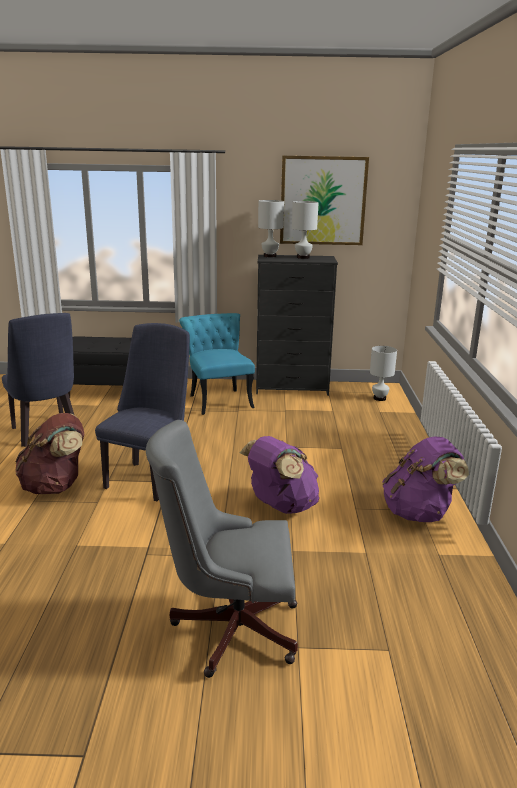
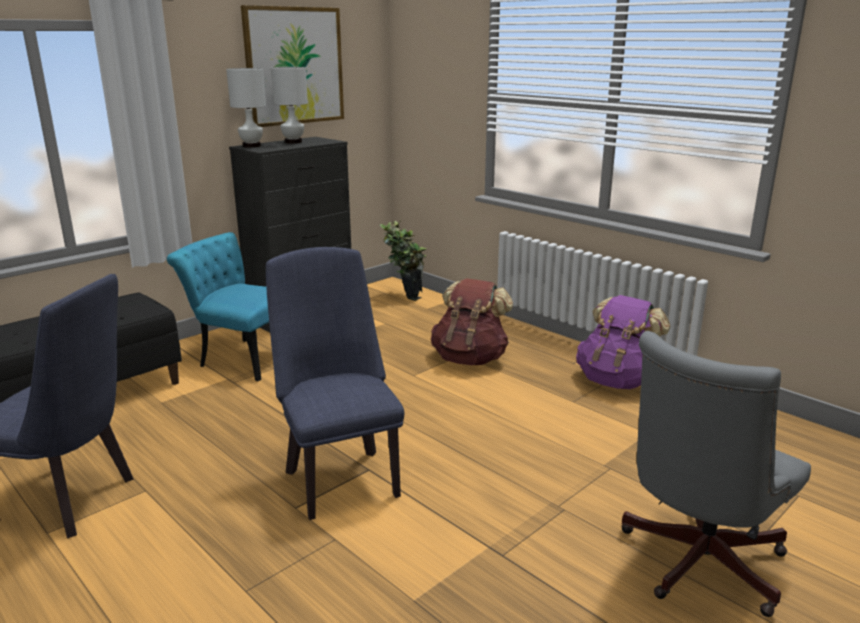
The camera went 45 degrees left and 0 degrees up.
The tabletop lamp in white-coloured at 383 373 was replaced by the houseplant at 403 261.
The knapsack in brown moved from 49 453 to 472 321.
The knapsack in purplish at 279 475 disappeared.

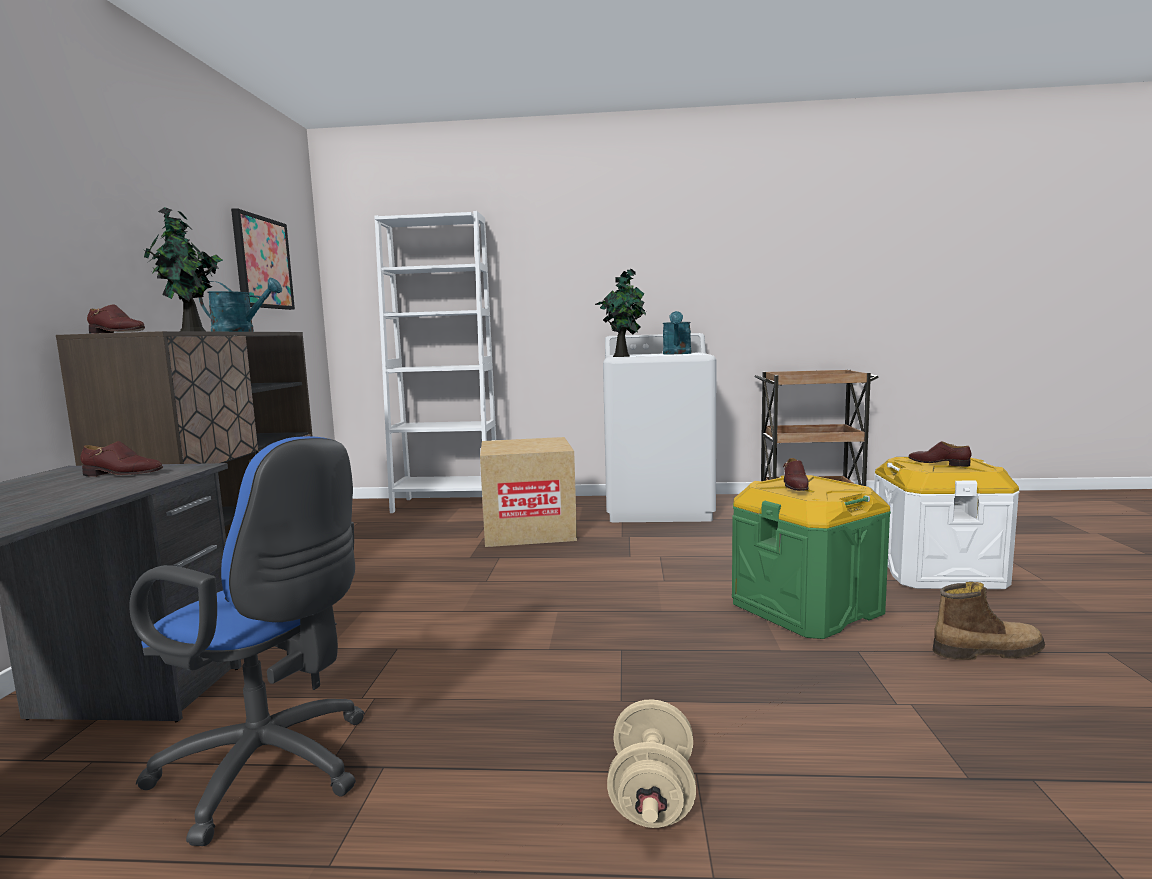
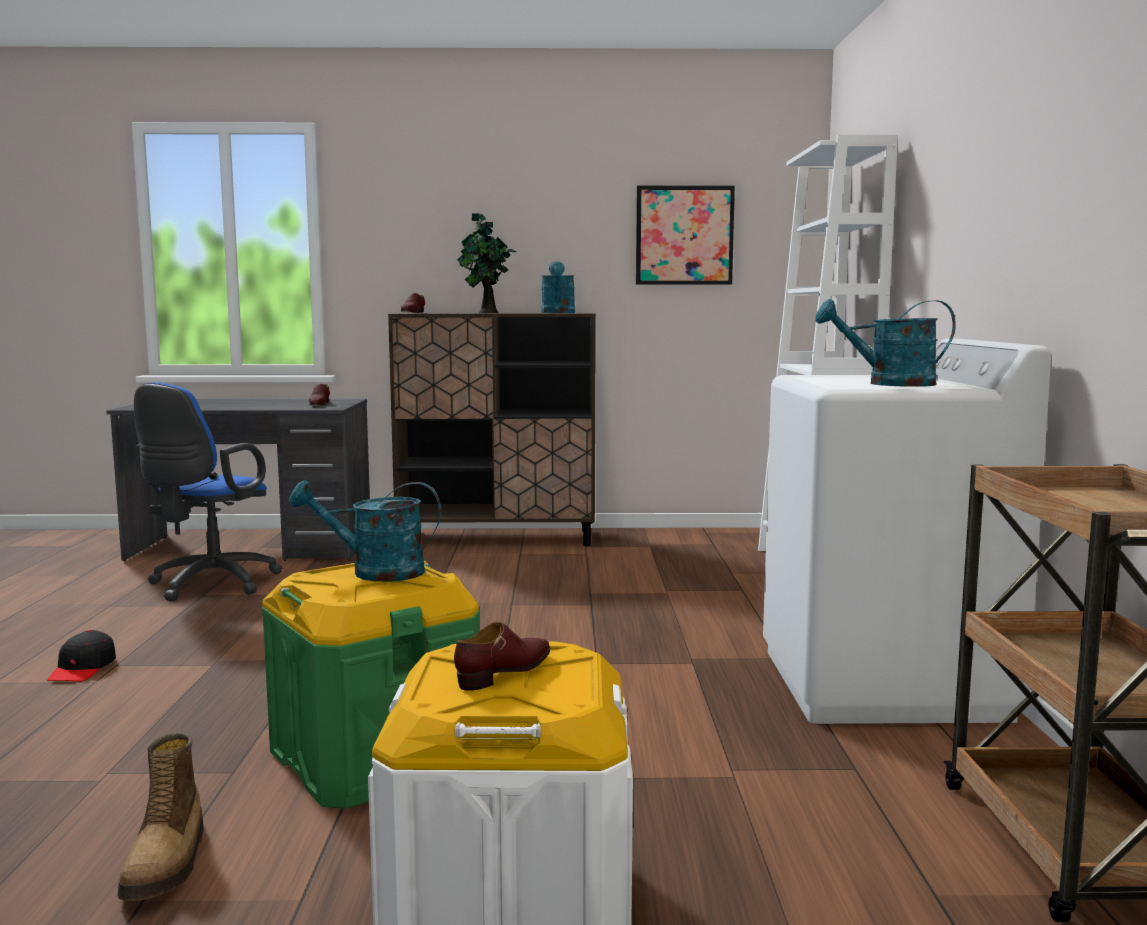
The camera went 85 degrees right and 0 degrees up.
The hand weight in beige-coloured at 651 763 was replaced by the peaked cap in black at 81 656.
The shoe in brown at 796 474 was replaced by the watering pot in turquoise-coloured at 365 531.
The packing box at 528 492 disappeared.
The houseplant at 620 312 disappeared.

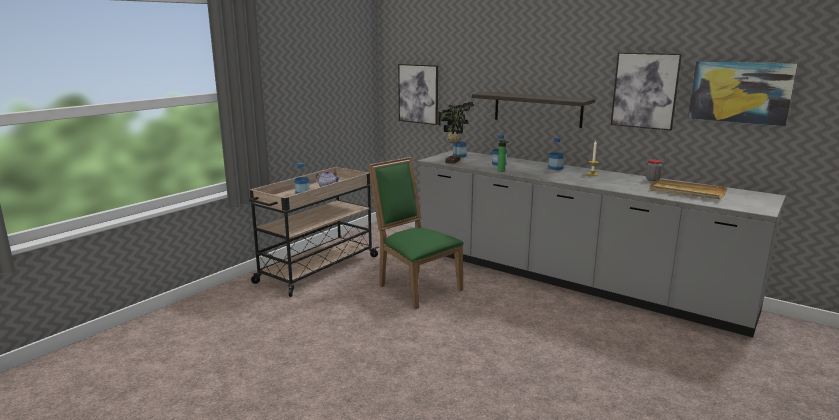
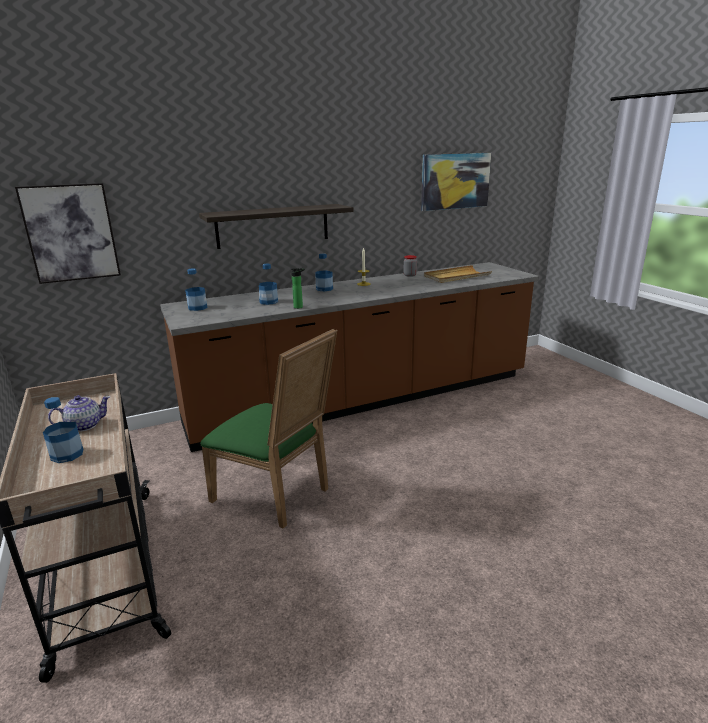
The camera went 60 degrees left and 5 degrees up.
The kitchen base unit in gray at 601 243 became the kitchen base unit in brown at 349 357.
The plain chair in green at 416 233 turned 135 degrees counterclockwise.
The houseplant at 456 133 disappeared.
The wall art at 646 91 disappeared.

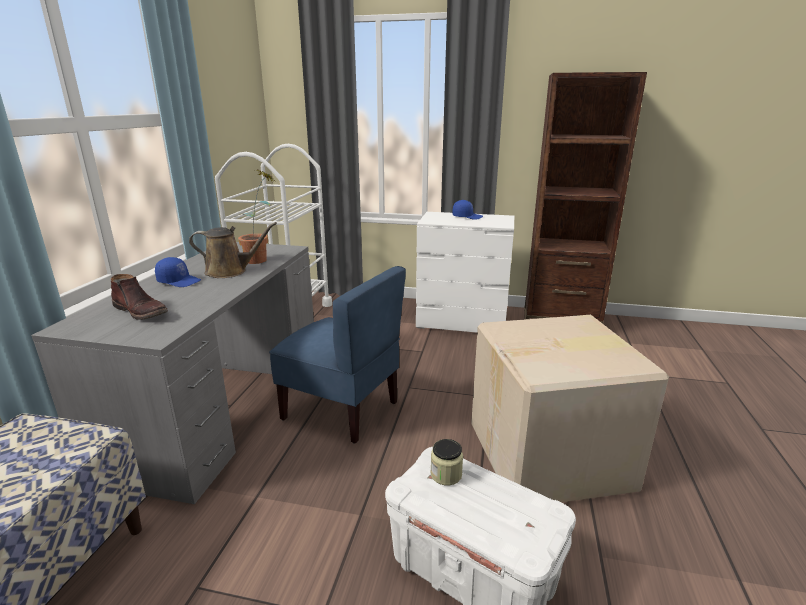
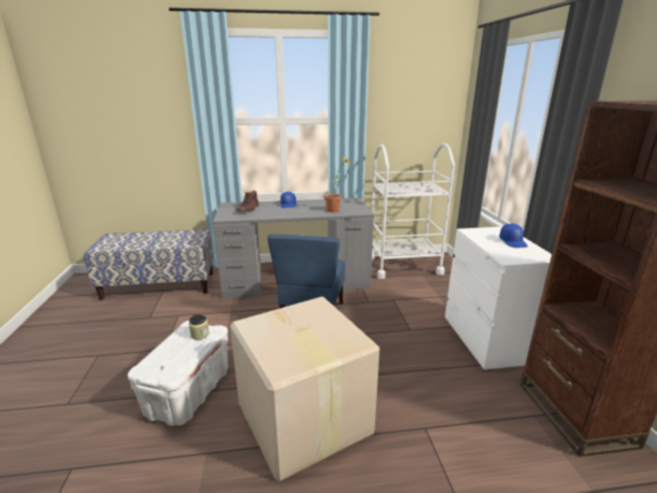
The camera went 70 degrees right and 0 degrees up.
The watering pot in brown at 233 250 disappeared.

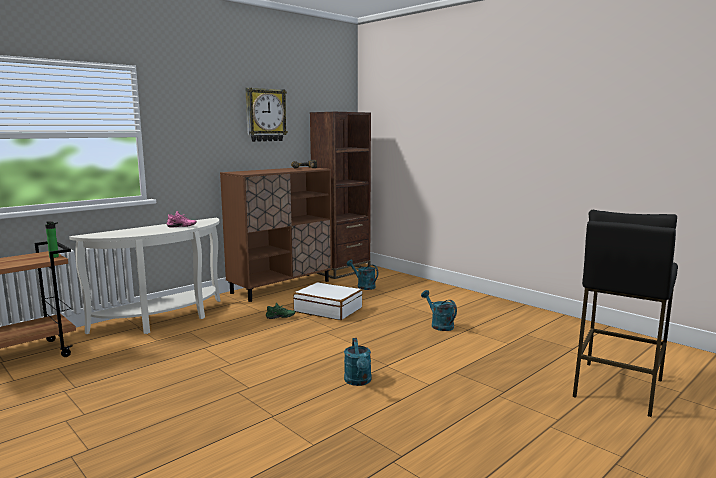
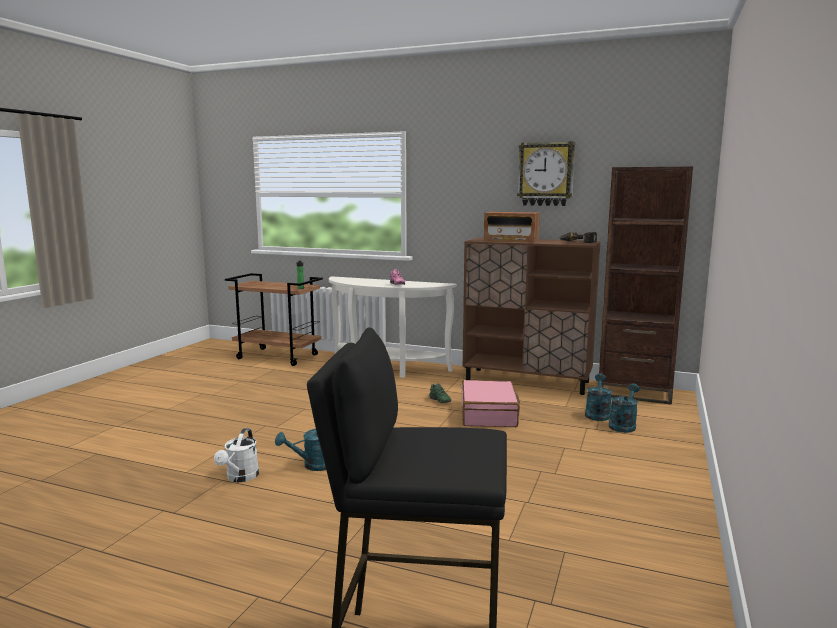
The camera went 65 degrees right and 0 degrees up.
The watering pot in white-coloured at 236 455 appeared.
The travel case in white-coloured at 328 301 became the travel case in pink-coloured at 490 403.
The radio receiver at 512 227 appeared.
The watering pot in turquoise-coloured moved from 439 310 to 624 408.

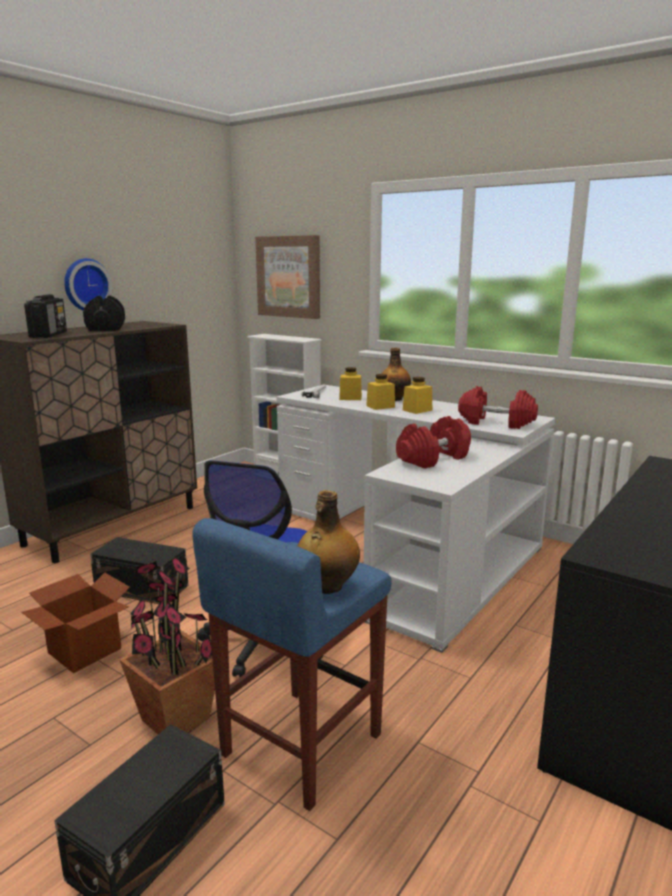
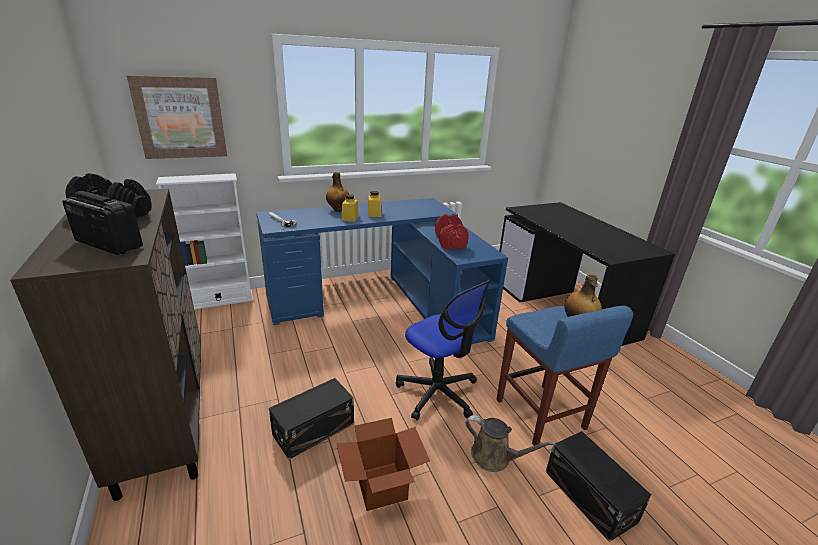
The camera went 60 degrees left and 10 degrees up.
The desk in white-coloured at 416 519 became the desk in blue-coloured at 382 271.
The houseplant at 167 644 was replaced by the watering pot in brown at 510 443.
The clock on the wall at 88 284 disappeared.
The preserve jar in yellow at 350 383 disappeared.
The hand weight in red-coloured at 498 407 disappeared.

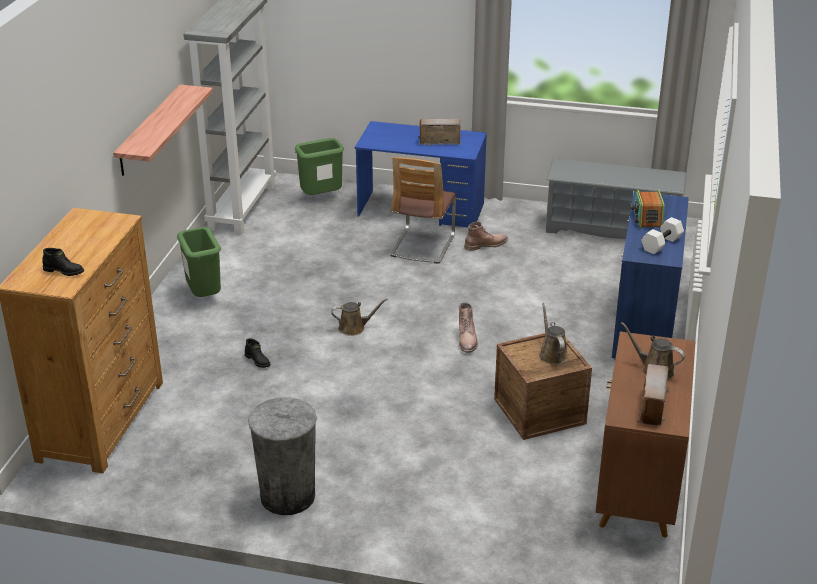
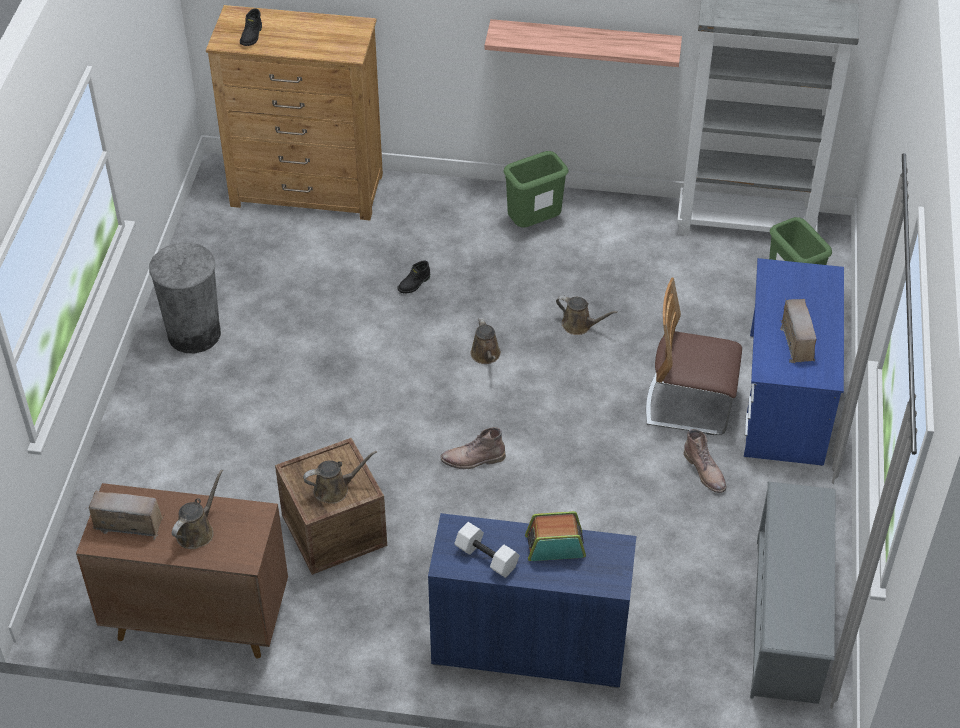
The camera went 85 degrees right and 15 degrees up.
The watering pot in brown at 587 315 appeared.

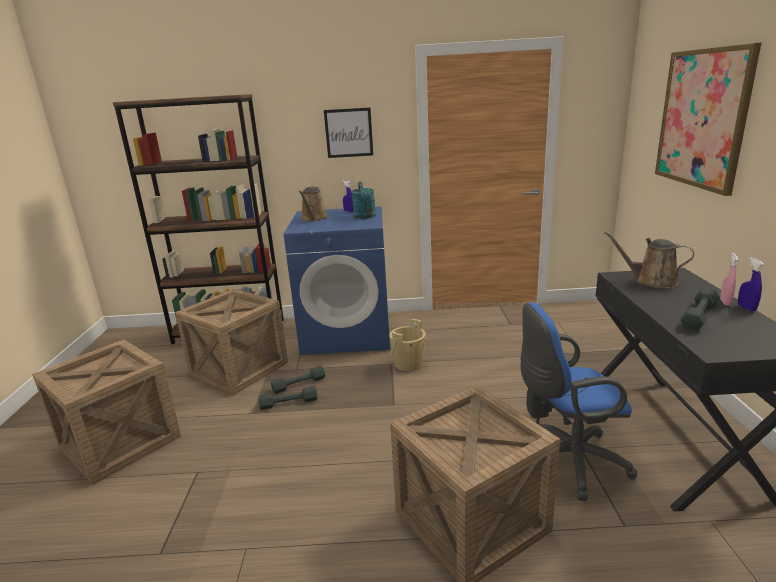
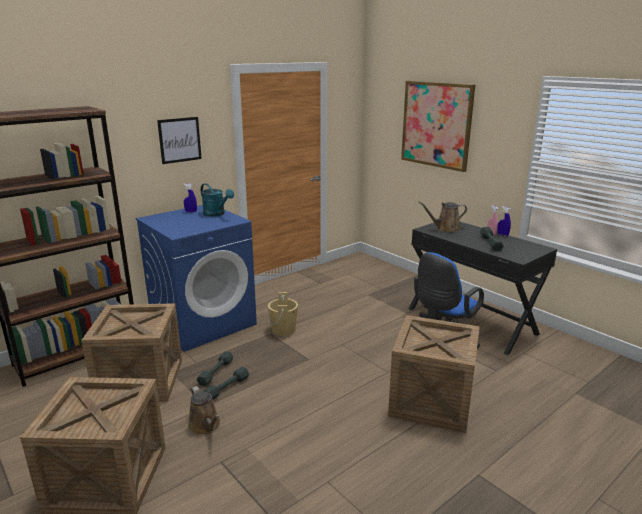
The camera went 40 degrees left and 0 degrees up.
The watering pot in brown moved from 313 204 to 204 410.

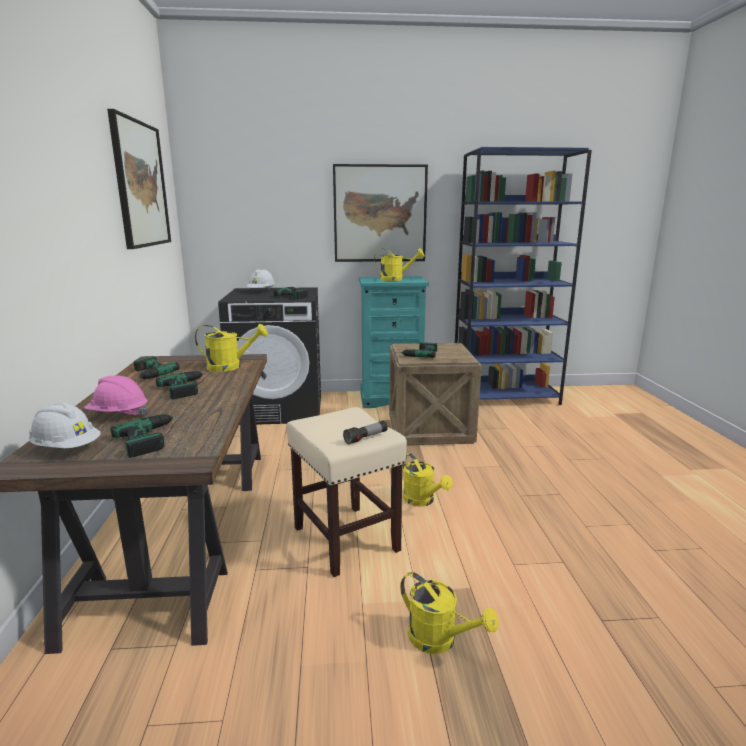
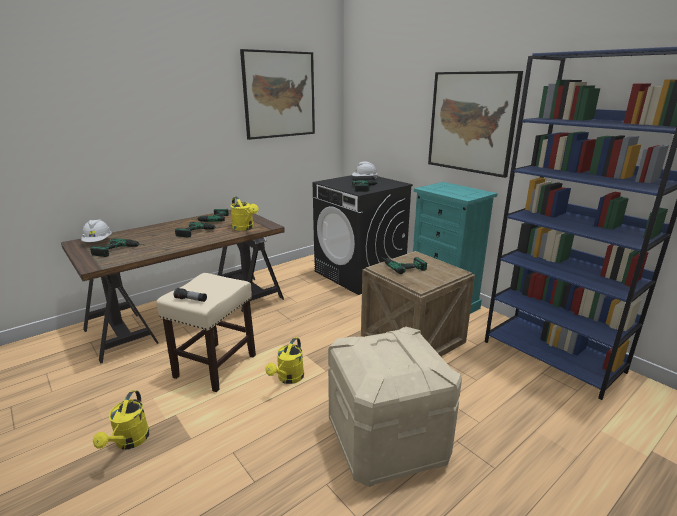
The camera went 55 degrees right and 5 degrees up.
The storage container in beige-coloured at 395 407 appeared.
The safety helmet in pink-coloured at 116 395 disappeared.
The watering pot in yellow at 399 264 disappeared.

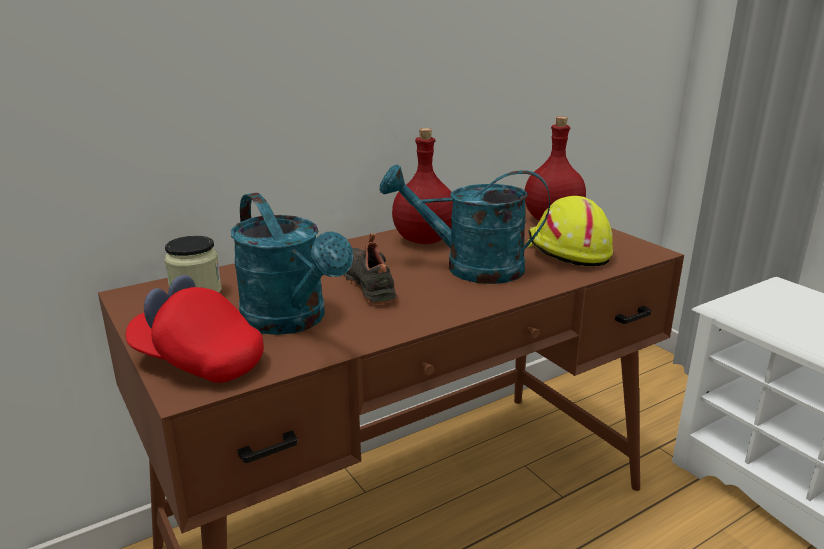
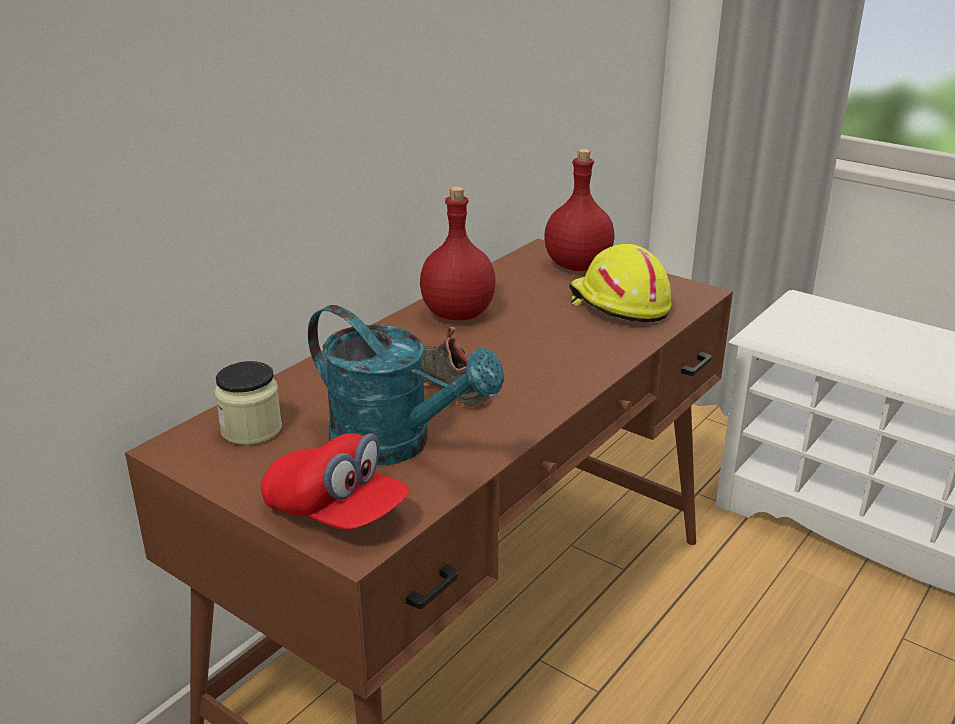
The camera went 20 degrees left and 5 degrees up.
The peaked cap in red-coloured at 194 329 turned 150 degrees counterclockwise.
The watering pot in turquoise-coloured at 465 224 disappeared.

